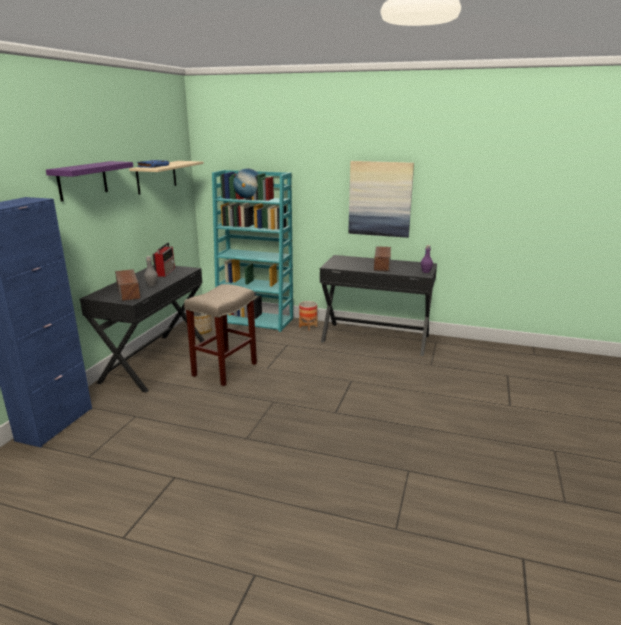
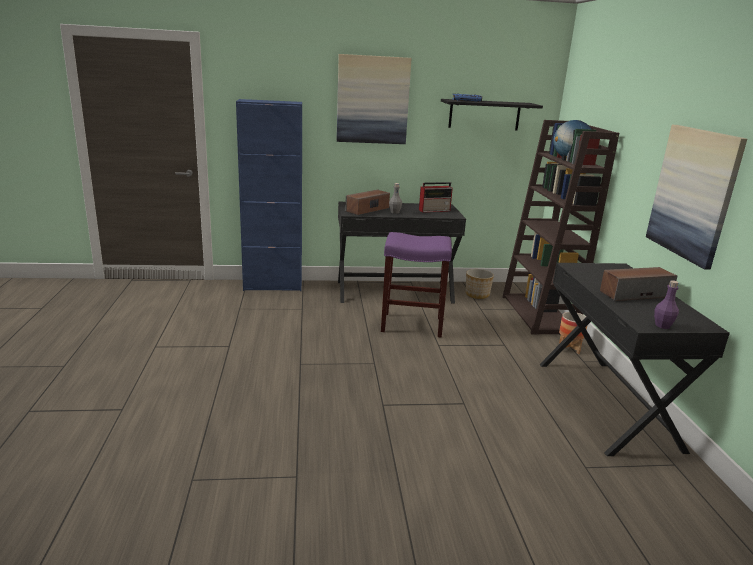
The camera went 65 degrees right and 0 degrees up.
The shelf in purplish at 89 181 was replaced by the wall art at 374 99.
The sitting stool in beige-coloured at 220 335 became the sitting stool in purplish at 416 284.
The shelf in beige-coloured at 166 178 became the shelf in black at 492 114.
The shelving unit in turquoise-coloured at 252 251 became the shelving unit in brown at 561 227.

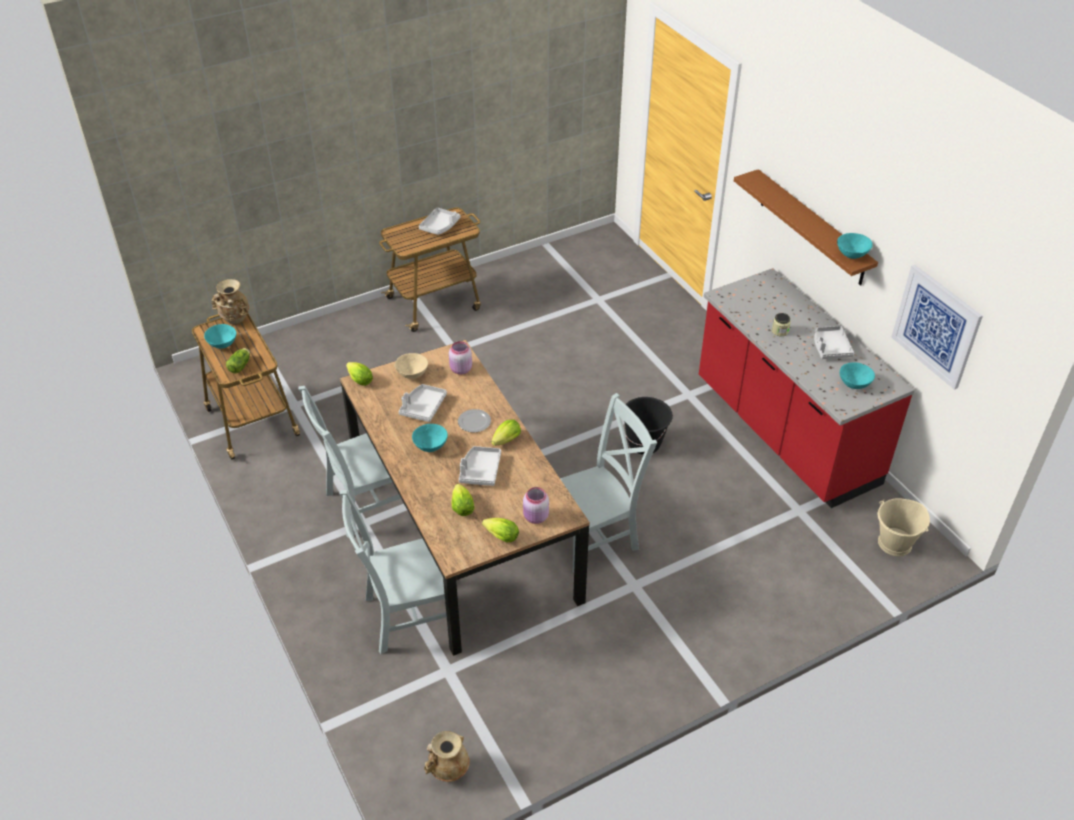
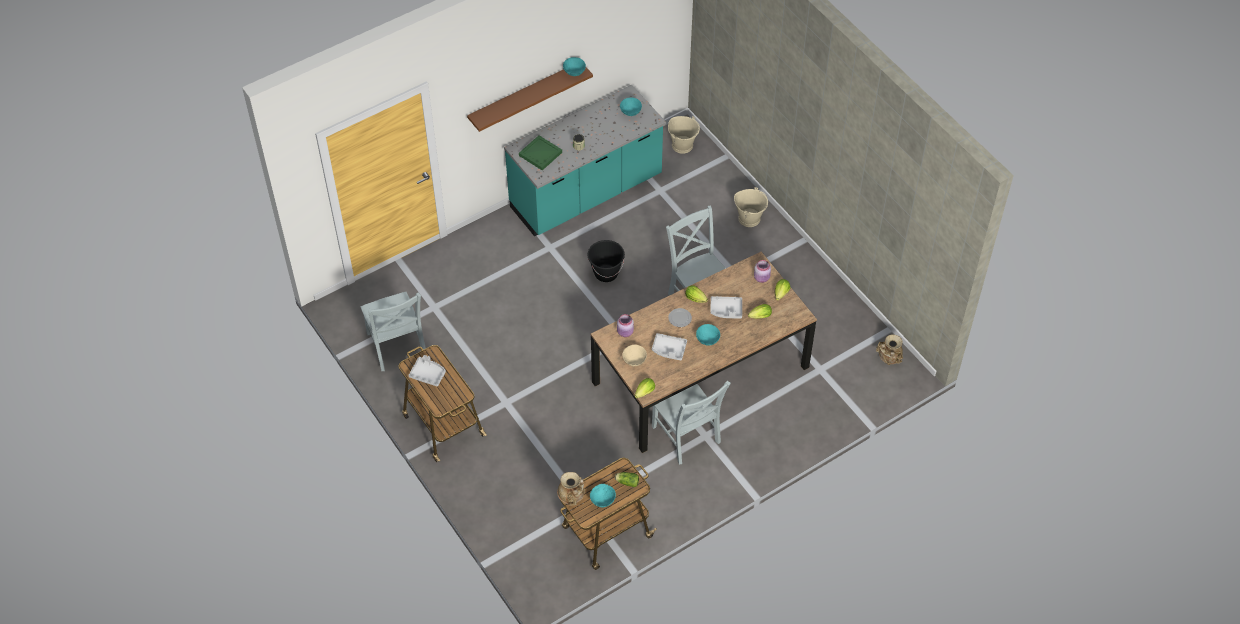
The camera went 95 degrees left and 10 degrees up.
The plain chair in gray moved from 393 572 to 393 331.
The kitchen base unit in red-coloured at 807 388 became the kitchen base unit in turquoise-coloured at 585 160.
The tray in green at 540 152 appeared.
The bucket in beige-coloured at 751 207 appeared.
The tray in gray at 834 342 disappeared.
The wall art at 937 327 disappeared.

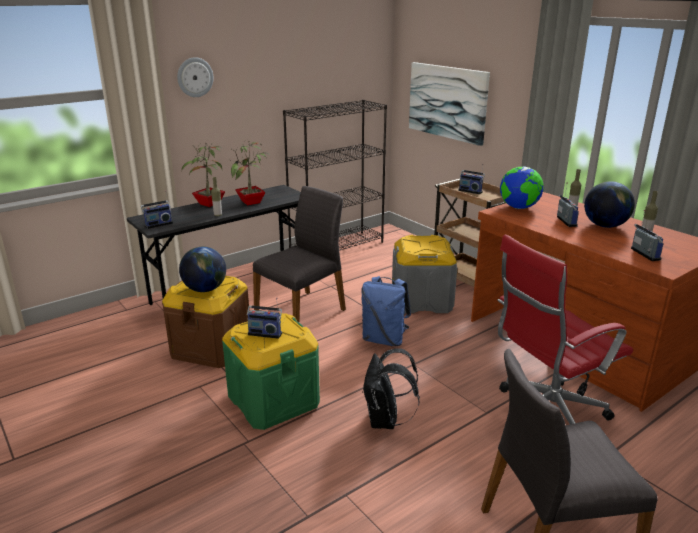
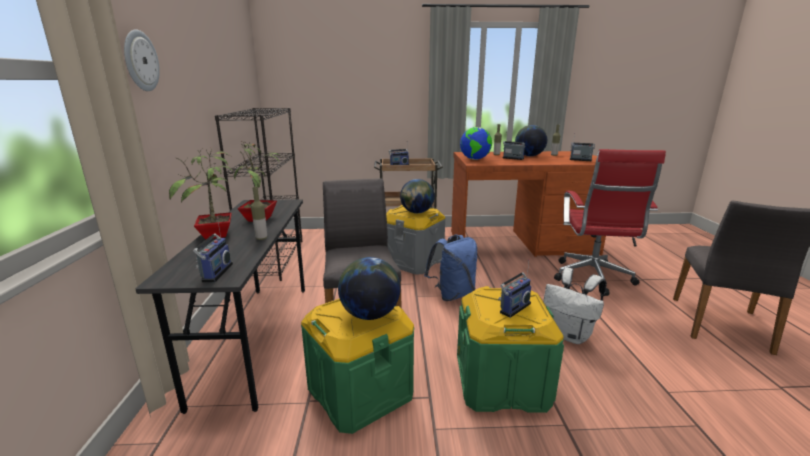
The camera went 55 degrees left and 5 degrees down.
The storage container in brown at 205 322 became the storage container in green at 357 366.
The globe at 417 196 appeared.
The knapsack in black at 391 388 became the knapsack in white-coloured at 575 306.
The wall art at 449 104 disappeared.

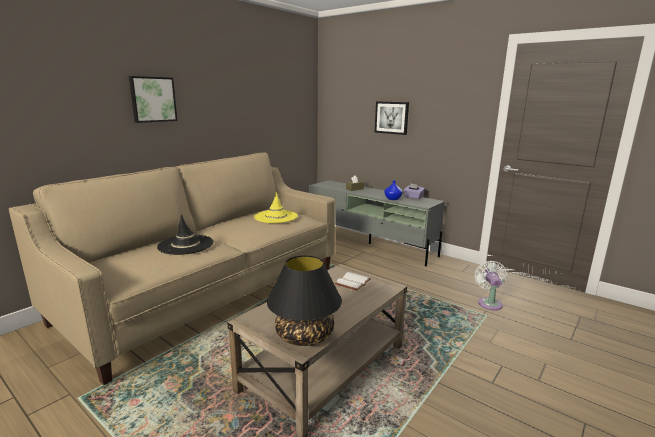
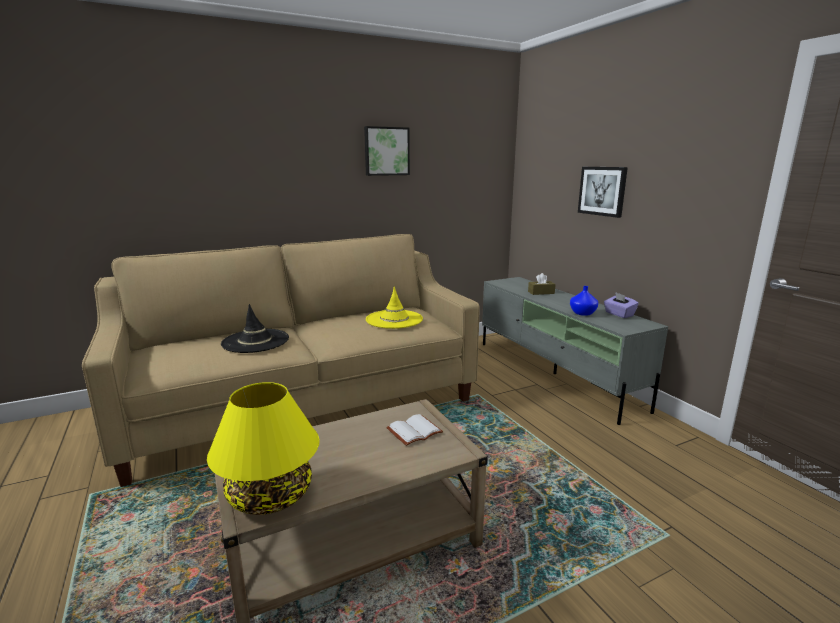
The camera went 25 degrees right and 0 degrees up.
The tabletop lamp in black at 304 300 became the tabletop lamp in yellow at 263 448.
The wall art moved from 153 99 to 387 151.
The cooling fan in white-coloured at 490 286 disappeared.

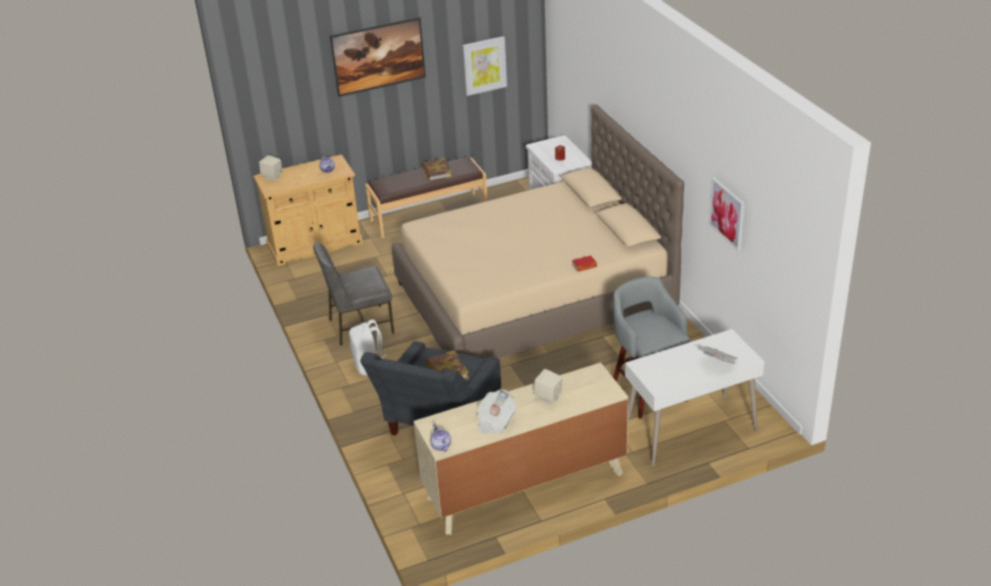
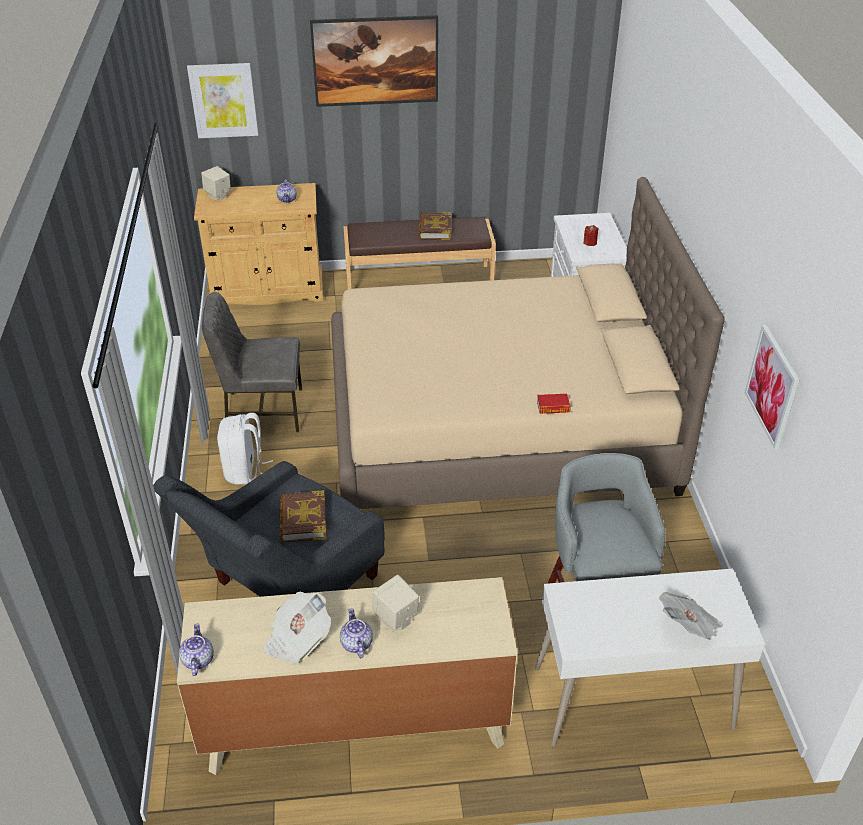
The camera went 15 degrees right and 5 degrees up.
The wall art moved from 485 66 to 222 100.
The teapot at 356 633 appeared.

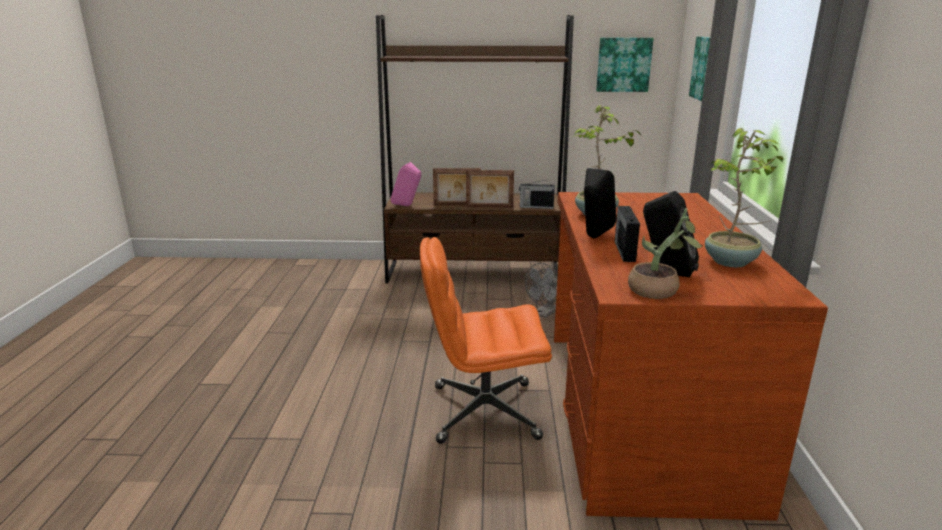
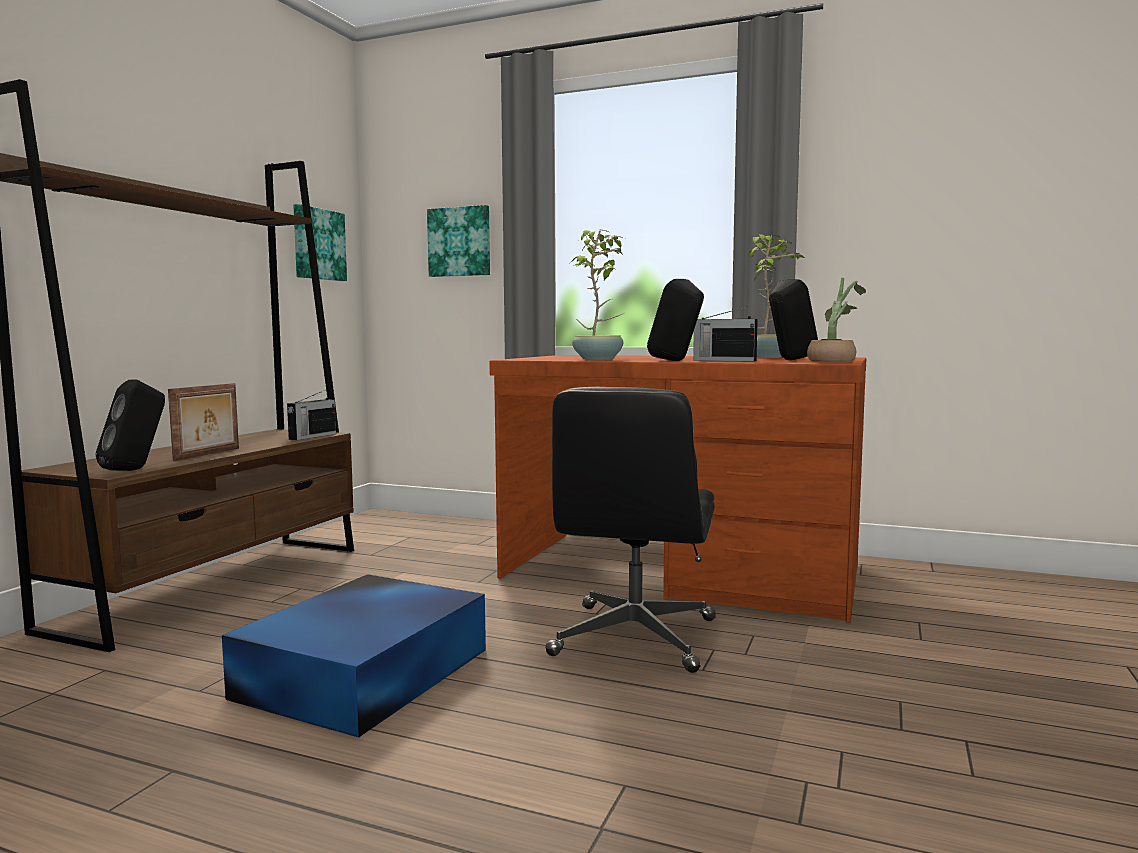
The camera went 70 degrees left and 15 degrees down.
The audio speaker in pink-coloured at 406 184 became the audio speaker in black at 130 425.
The storage container in blue-coloured at 354 655 appeared.
The office chair in orange at 486 340 became the office chair in black at 630 530.
The photo frame at 490 189 disappeared.
The cooling fan in gray at 541 290 disappeared.

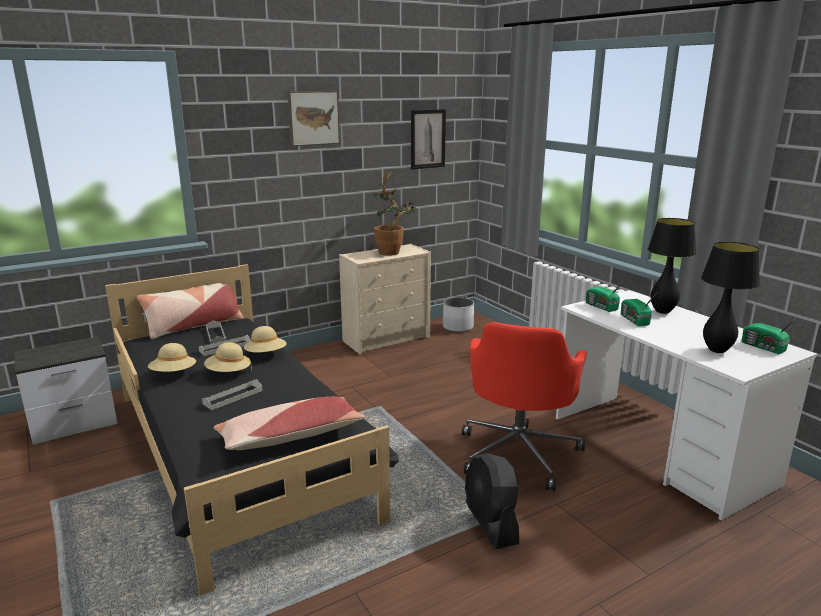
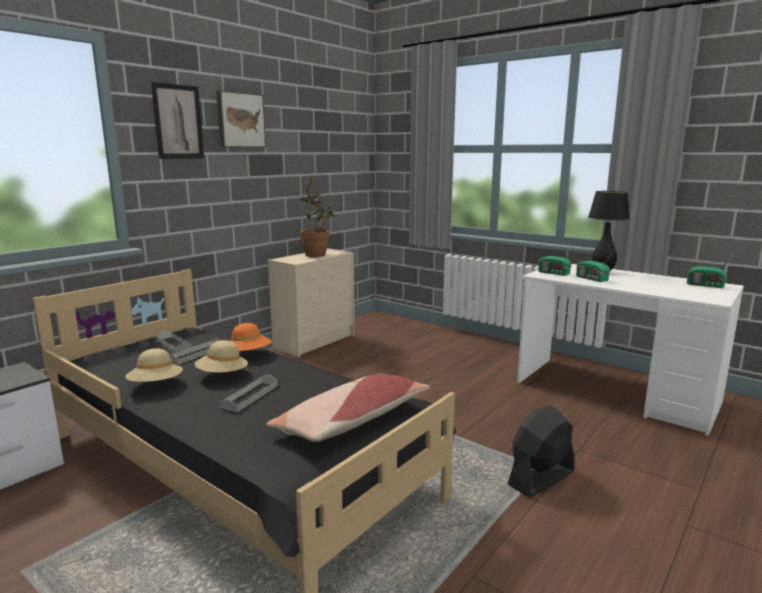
The camera went 20 degrees left and 5 degrees down.
The wall art moved from 428 139 to 177 120.
The wearable hat in beige-coloured at 265 339 became the wearable hat in orange at 251 337.
The cooling fan in black at 492 501 turned 90 degrees clockwise.
The cushion at 190 311 disappeared.
The flower pot in white-coloured at 458 314 disappeared.
The office chair in red-coloured at 524 406 disappeared.
The tabletop lamp in black at 730 297 disappeared.

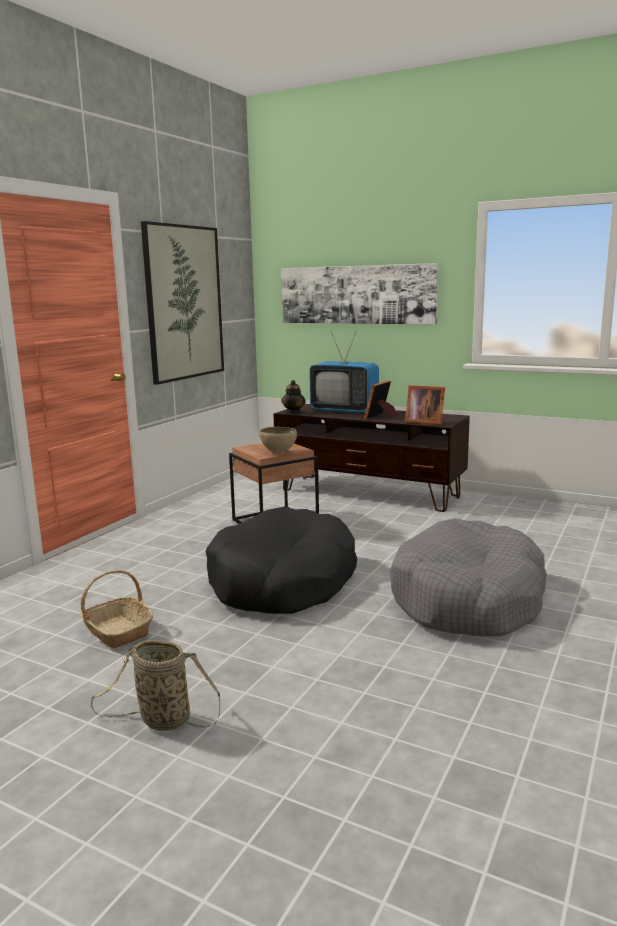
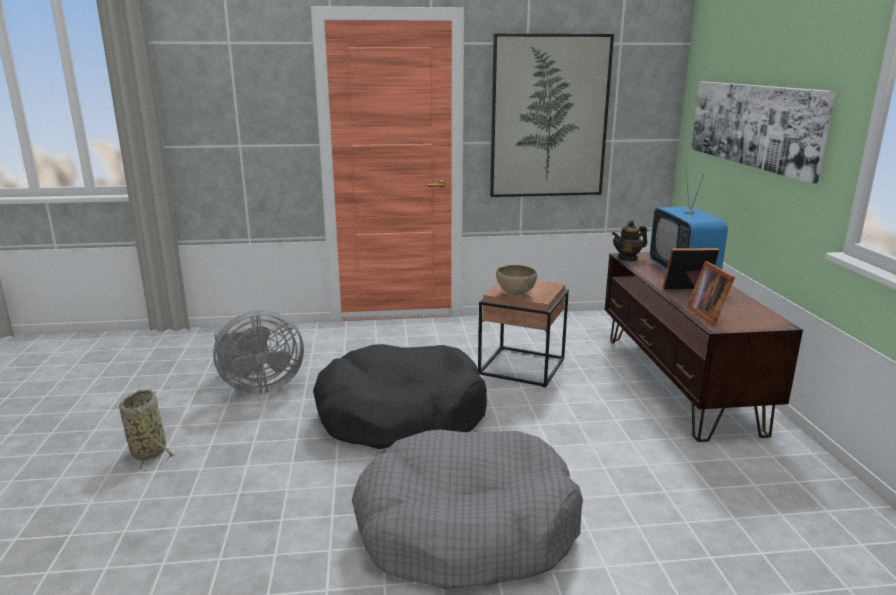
The camera went 55 degrees right and 5 degrees up.
The household basket at 116 609 was replaced by the cooling fan in gray at 258 352.

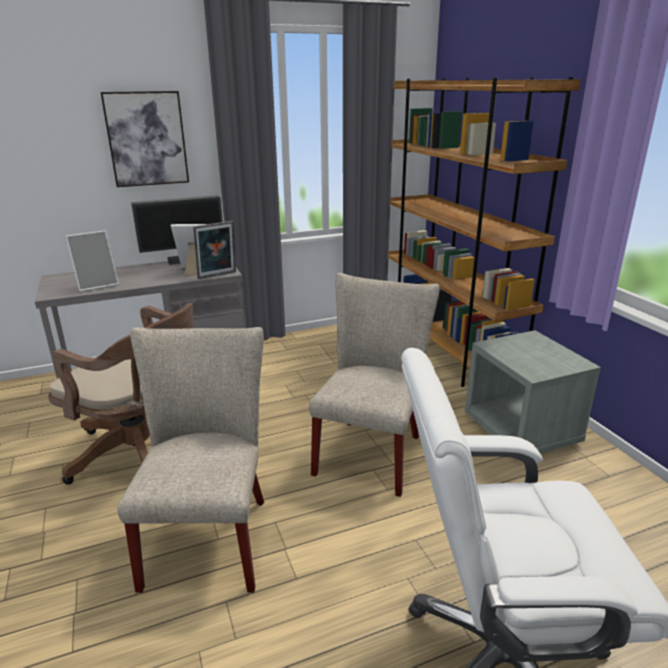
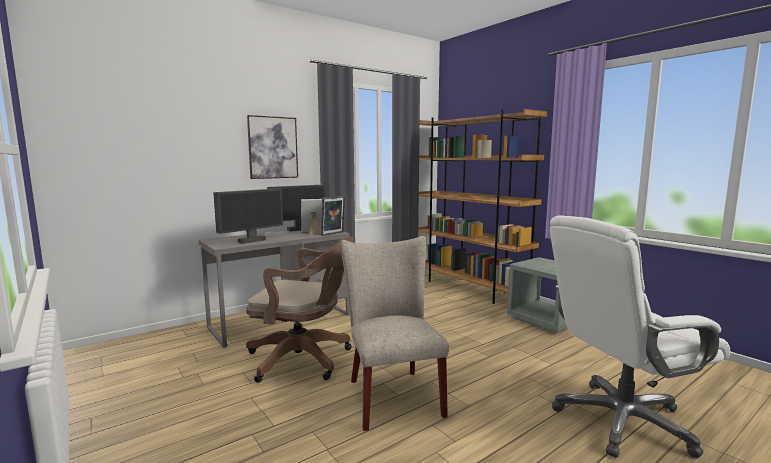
The camera went 15 degrees left and 15 degrees down.
The photo frame at 92 261 was replaced by the computer display at 248 216.
The plain chair in beige-coloured at 374 385 disappeared.

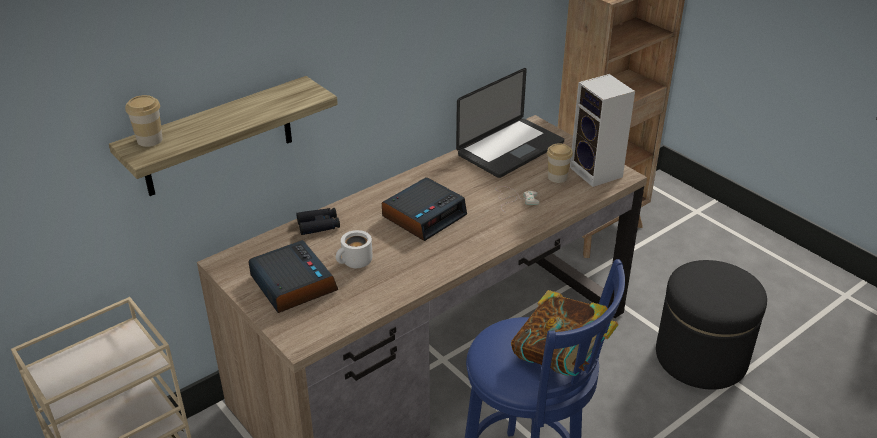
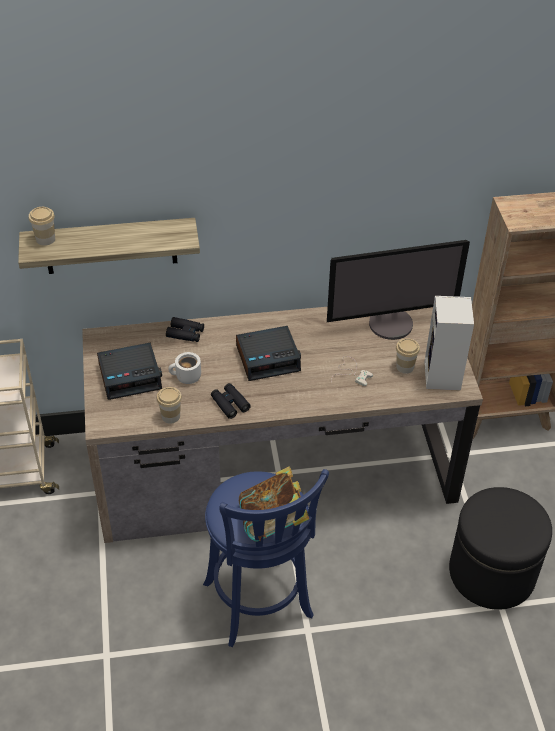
The camera went 30 degrees right and 10 degrees up.
The bedside clock at 293 276 turned 75 degrees clockwise.
The small cup at 169 405 appeared.
The binoculars in black at 231 401 appeared.
The notebook computer at 510 123 was replaced by the computer display at 398 290.

